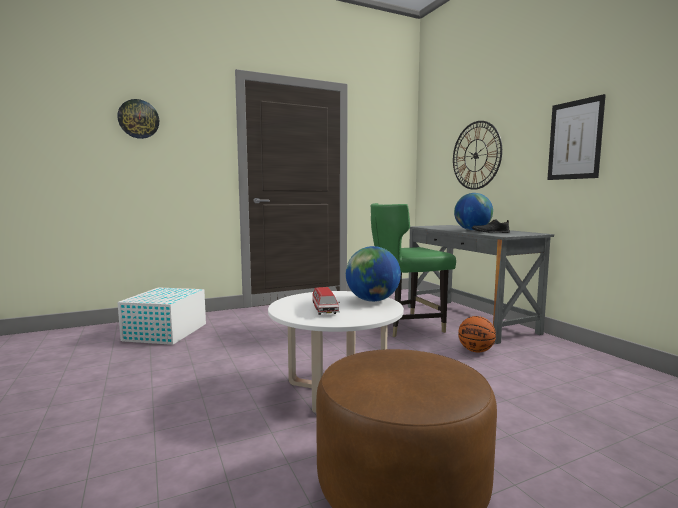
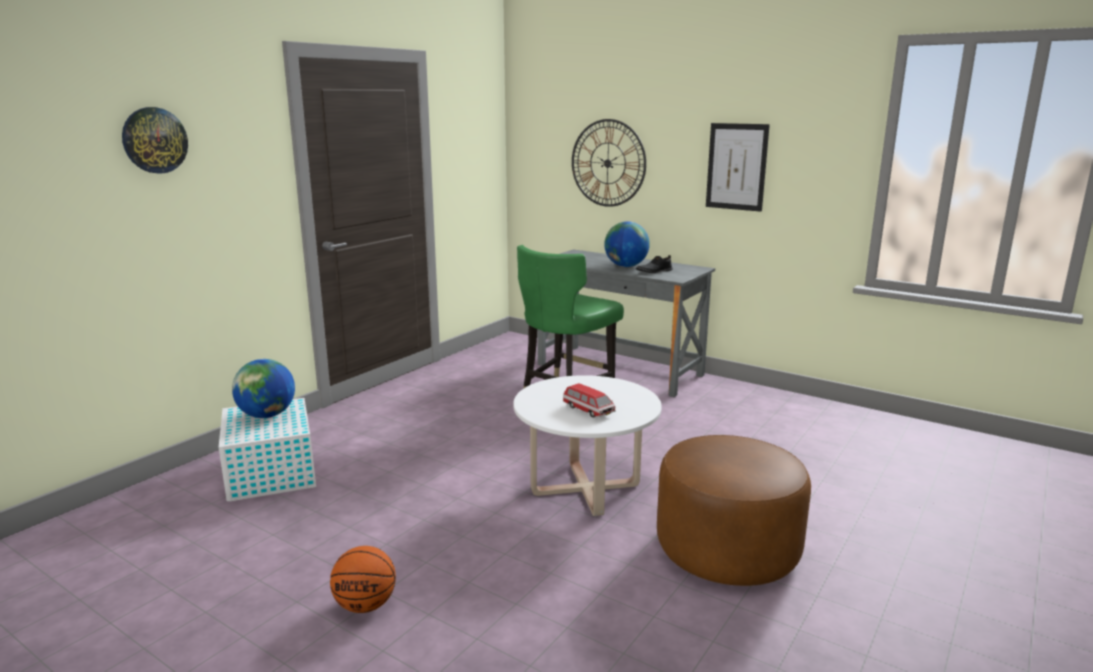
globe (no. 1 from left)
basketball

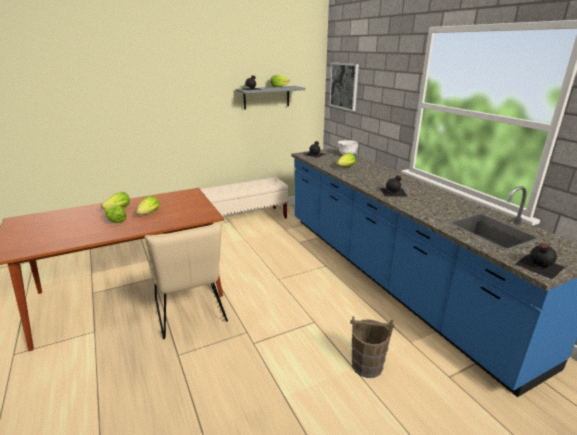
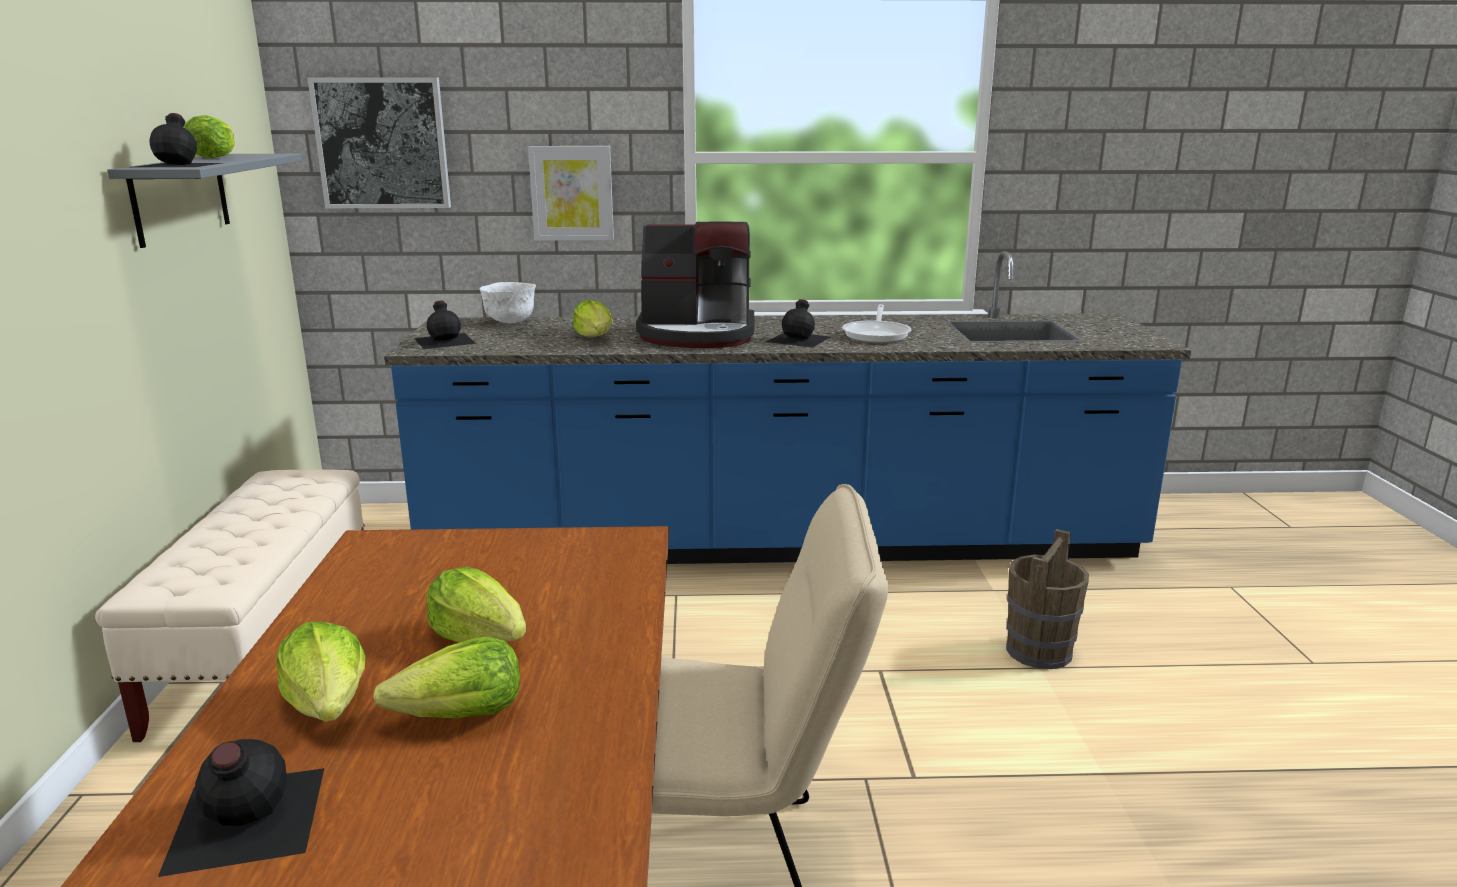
black_bottle (no. 2 from left)
picture (no. 2 from left)
coffee_machine
frying_pan

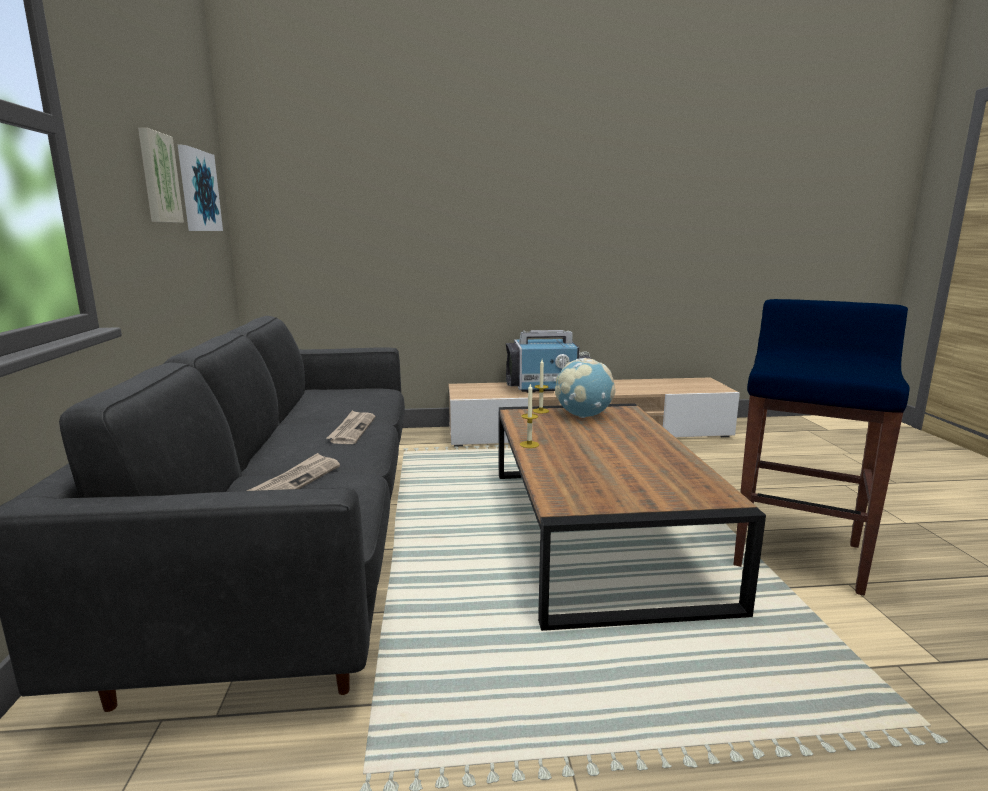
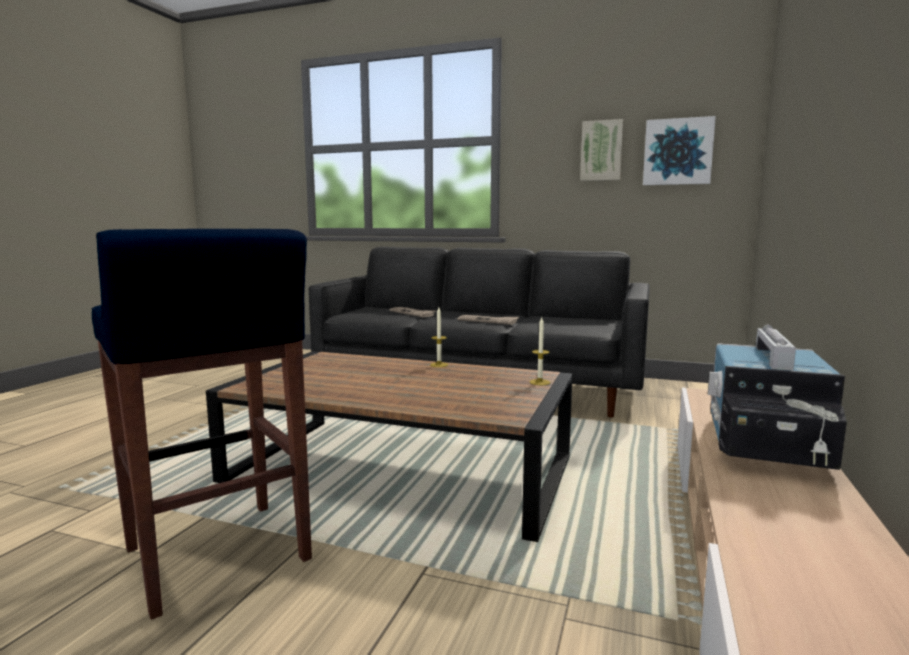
globe

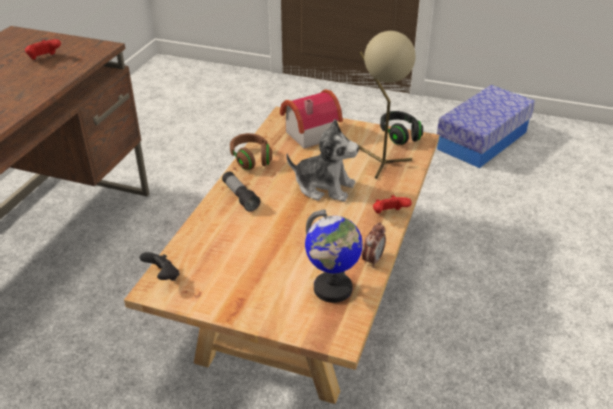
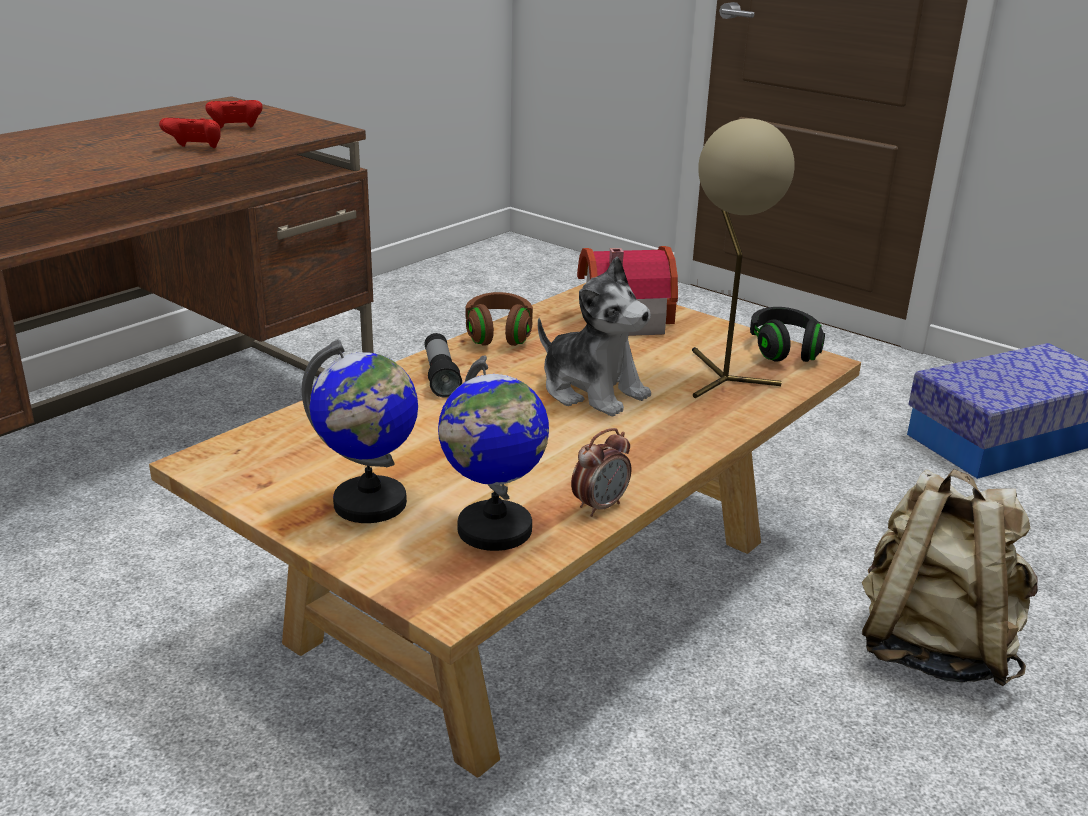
red_game_controller (no. 1 from left)
globe (no. 1 from left)
beige_backpack
black_game_controller

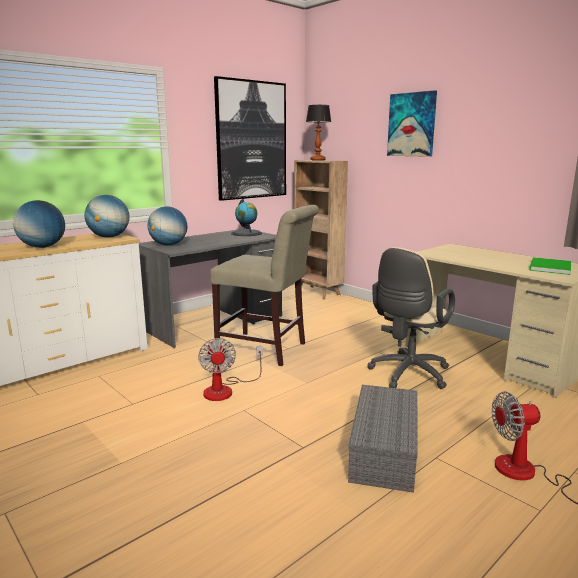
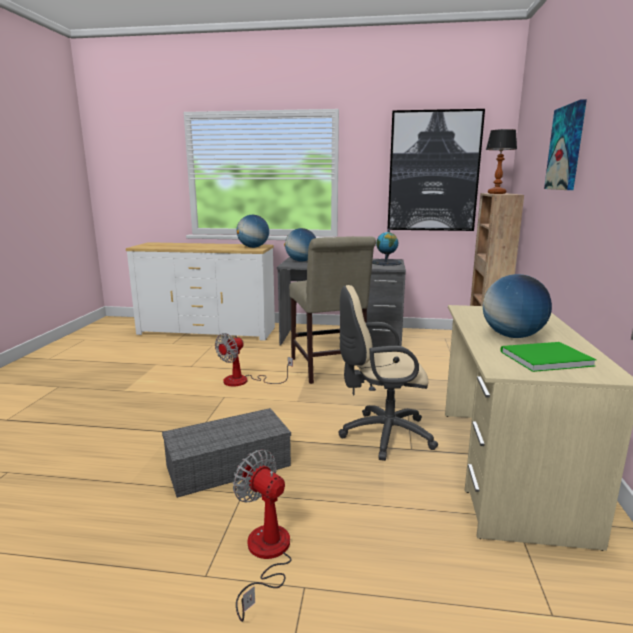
globe (no. 4 from left)

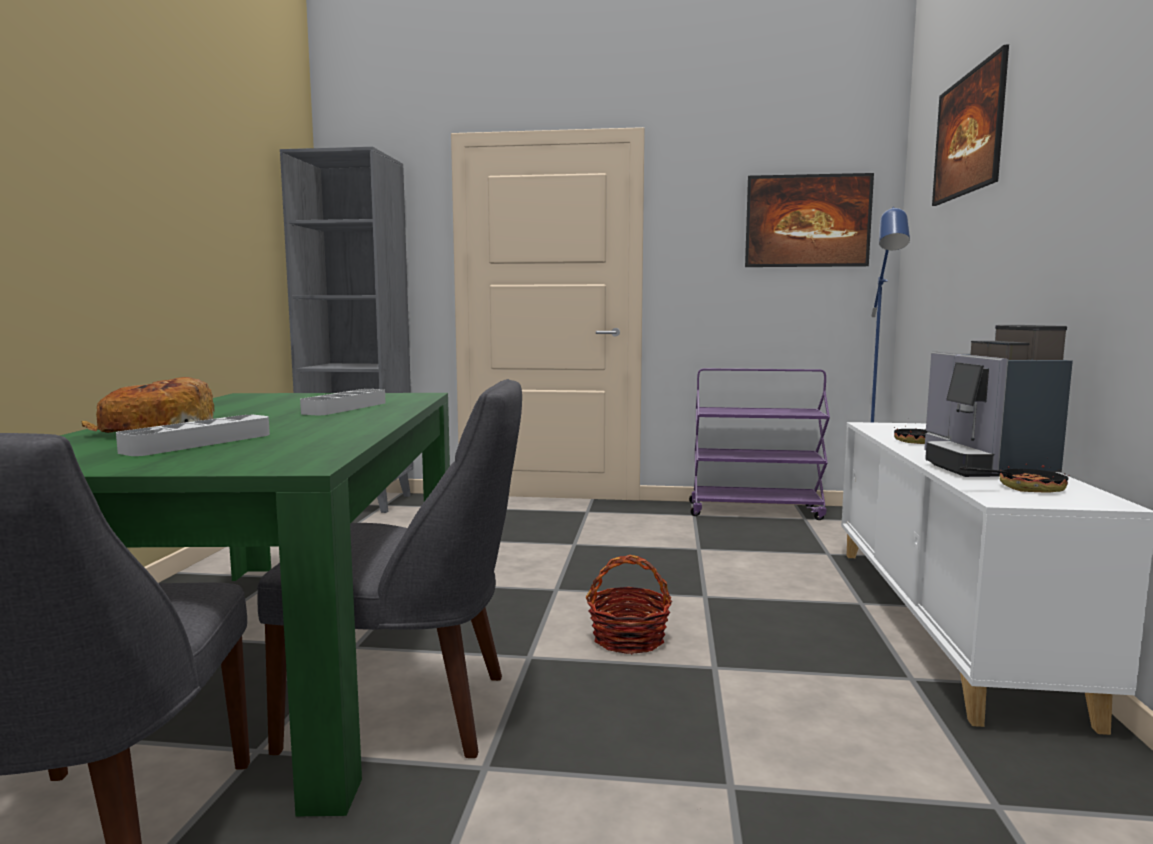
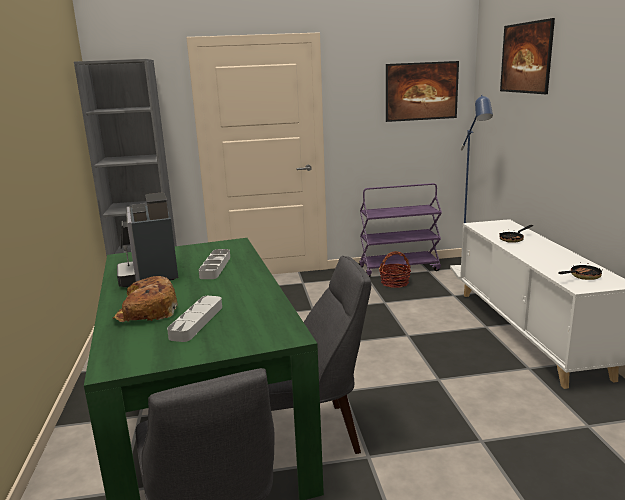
coffee_machine
basket

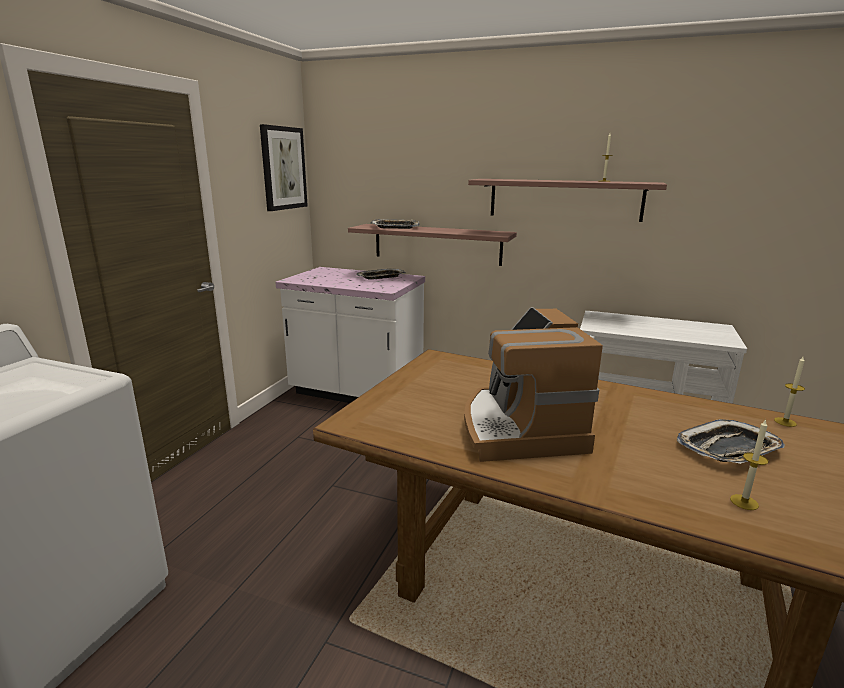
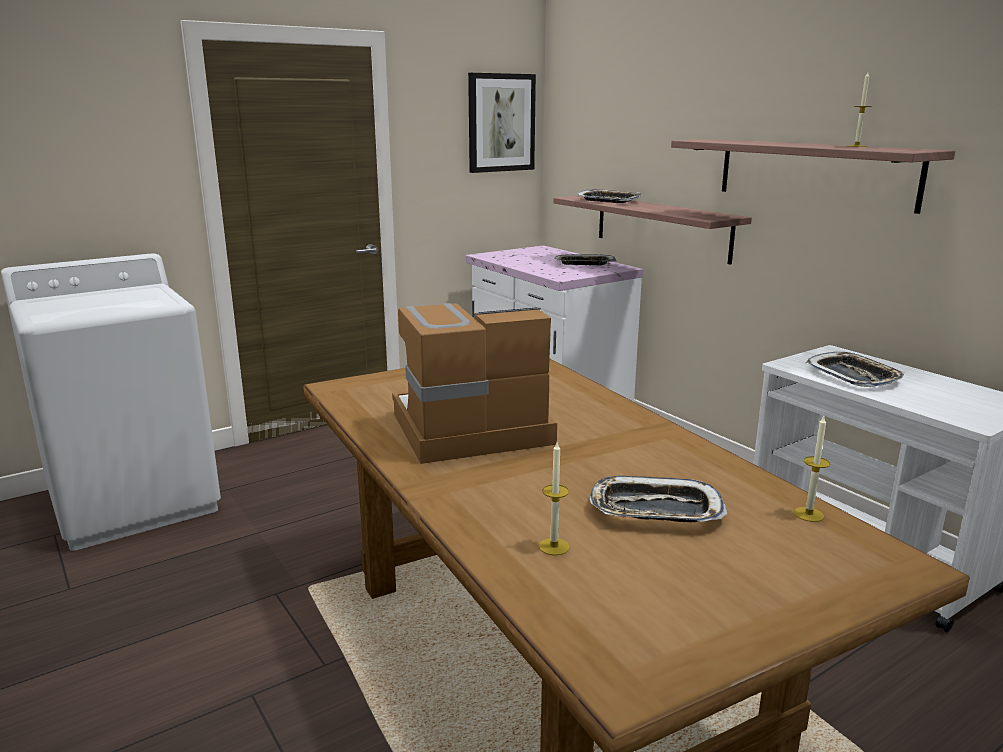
coffee_machine
tray (no. 4 from left)

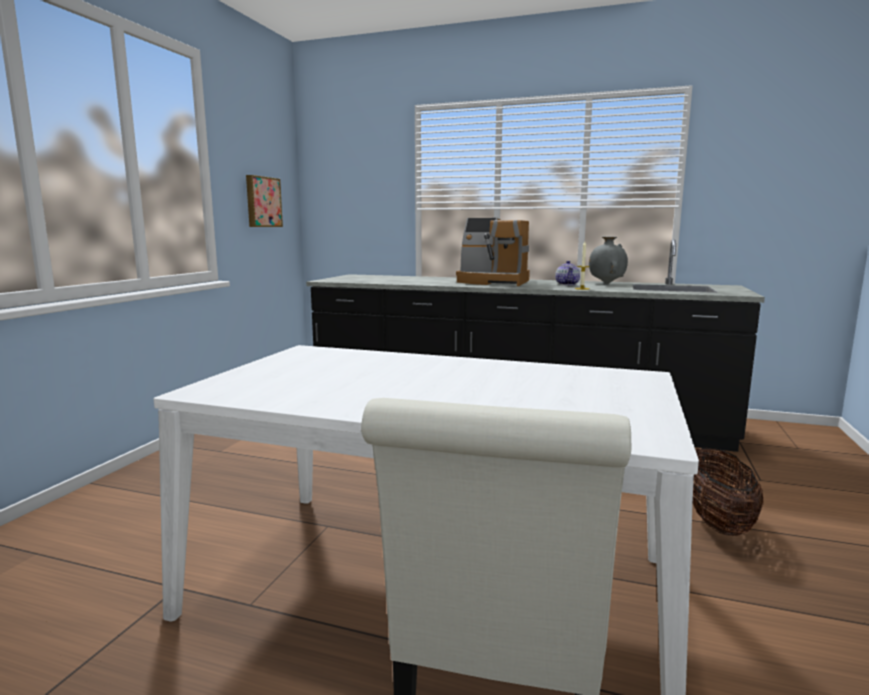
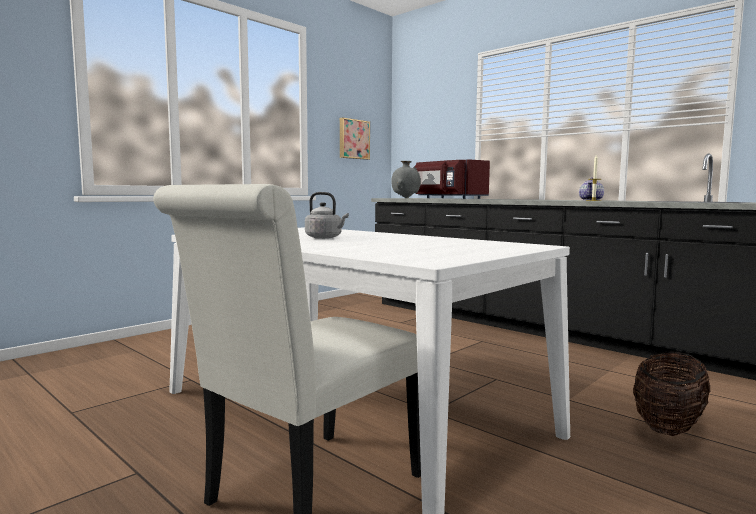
grey_kettle
grey_vase
red_microwave
coffee_machine

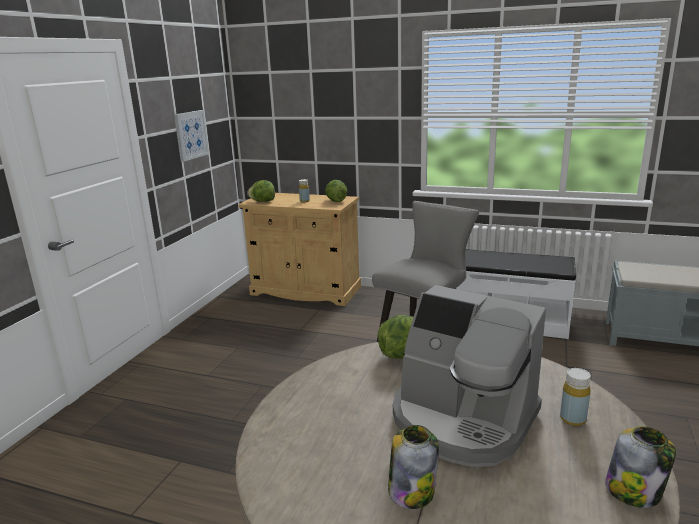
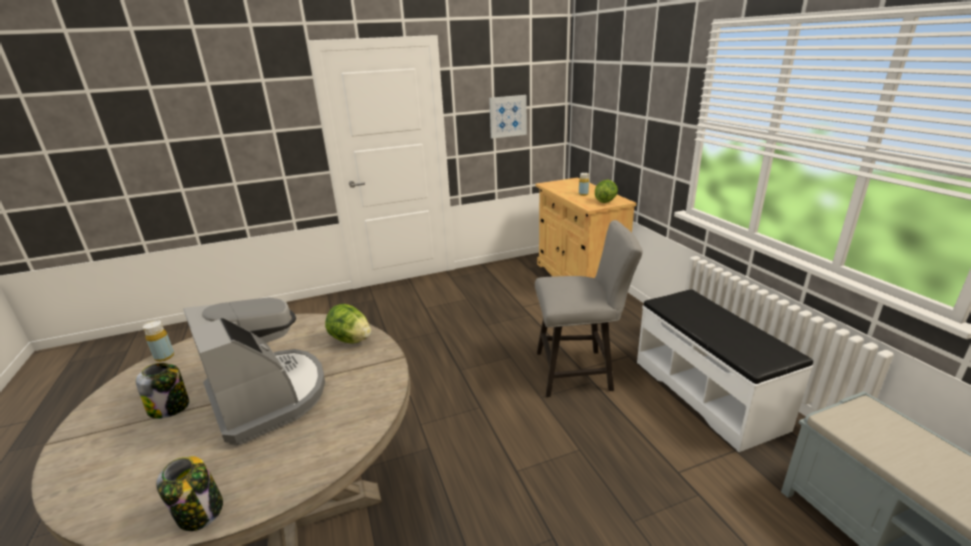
yellow_bottle (no. 1 from left)
coffee_machine
lettuce (no. 1 from left in the first image)

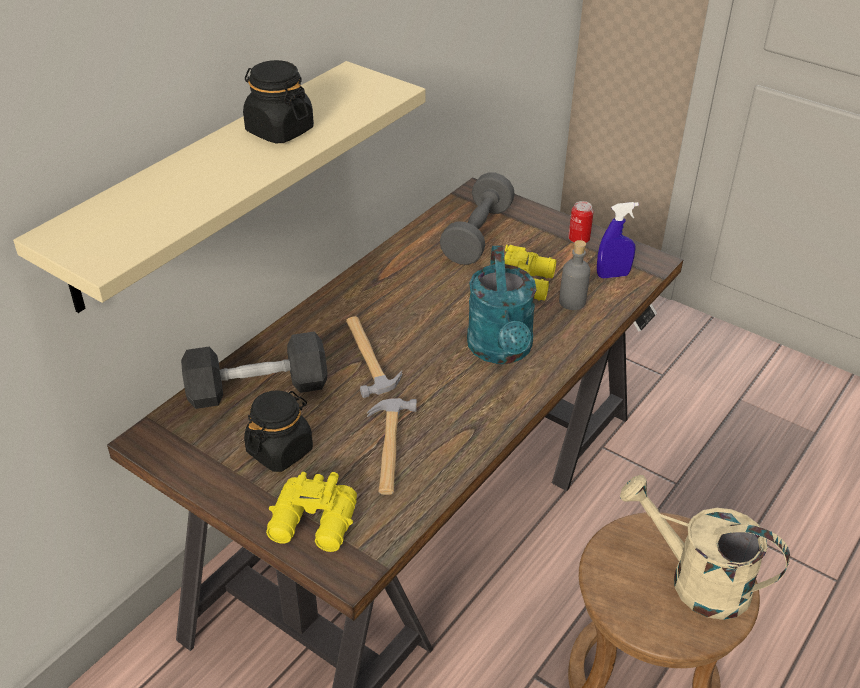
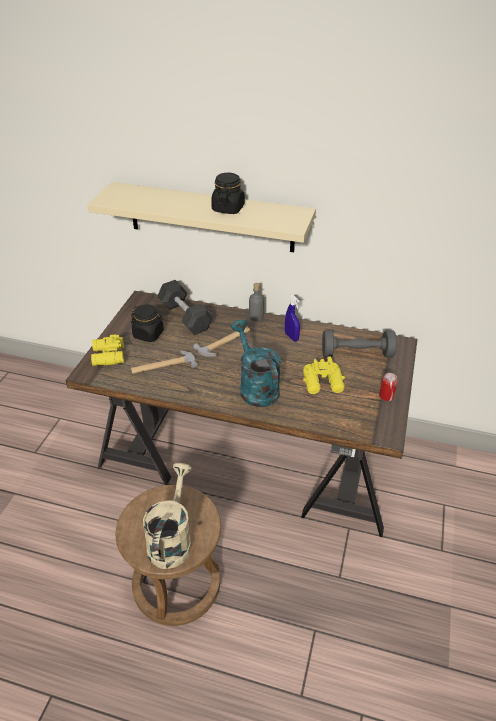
turquoise_watering_can
grey_bottle
blue_spray_bottle

